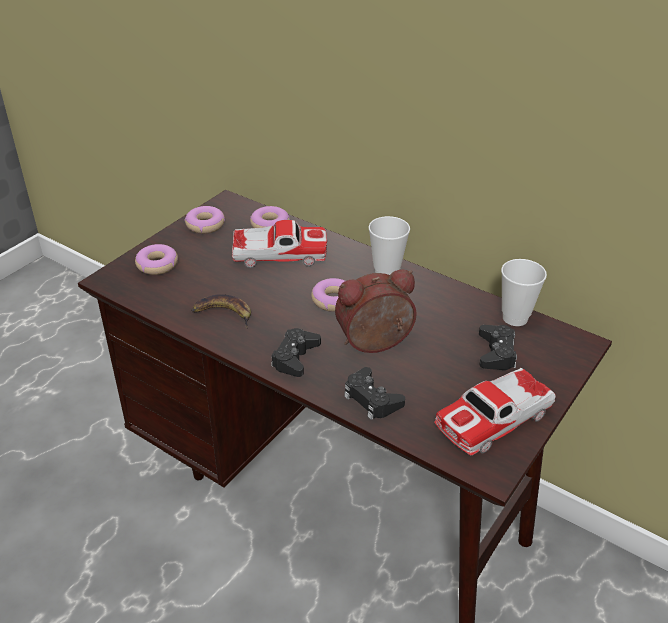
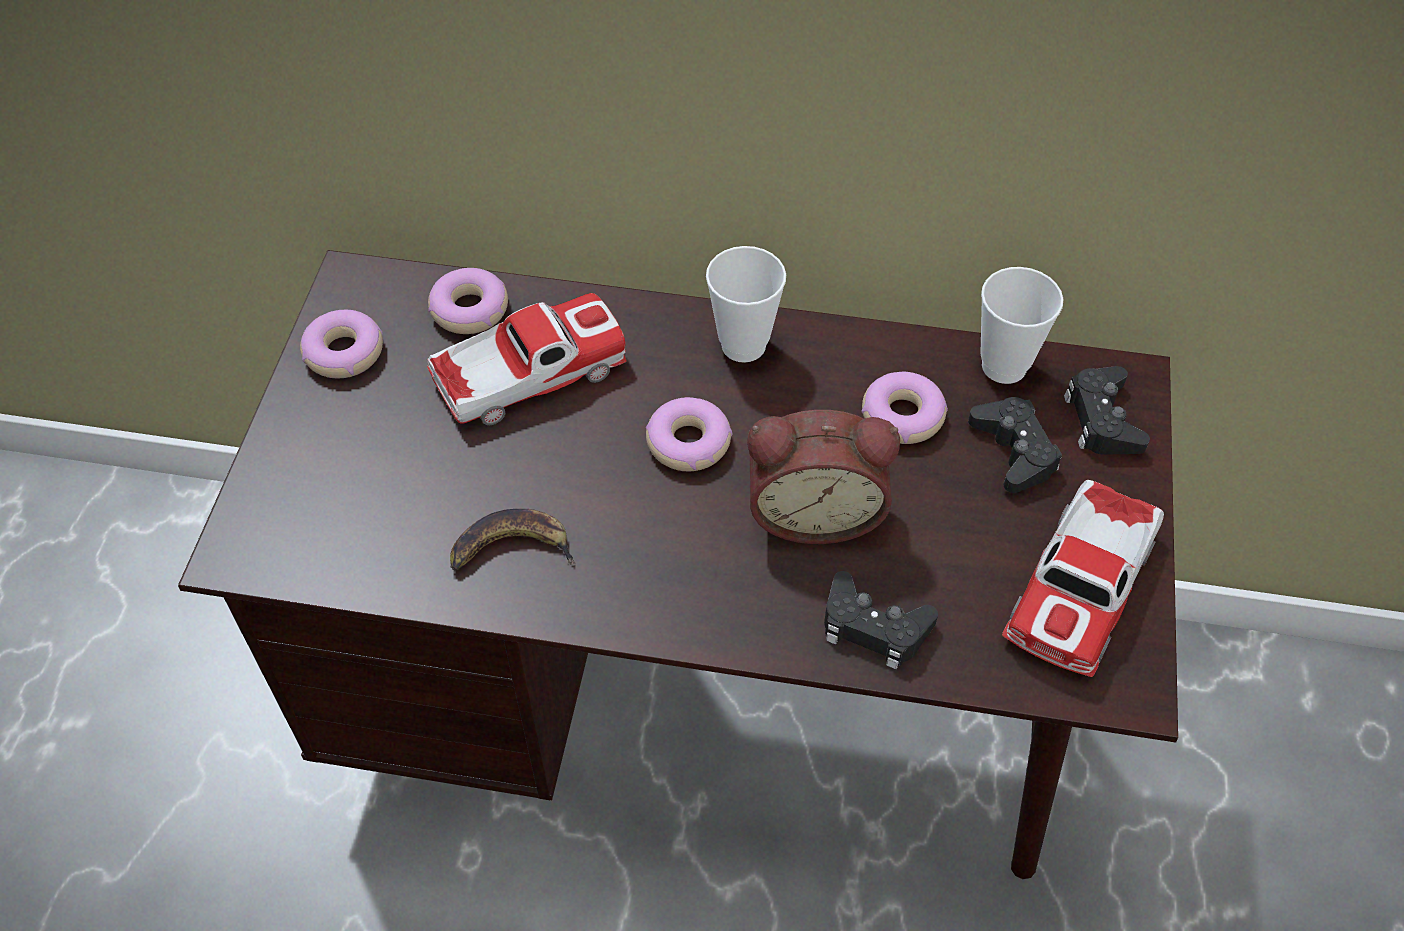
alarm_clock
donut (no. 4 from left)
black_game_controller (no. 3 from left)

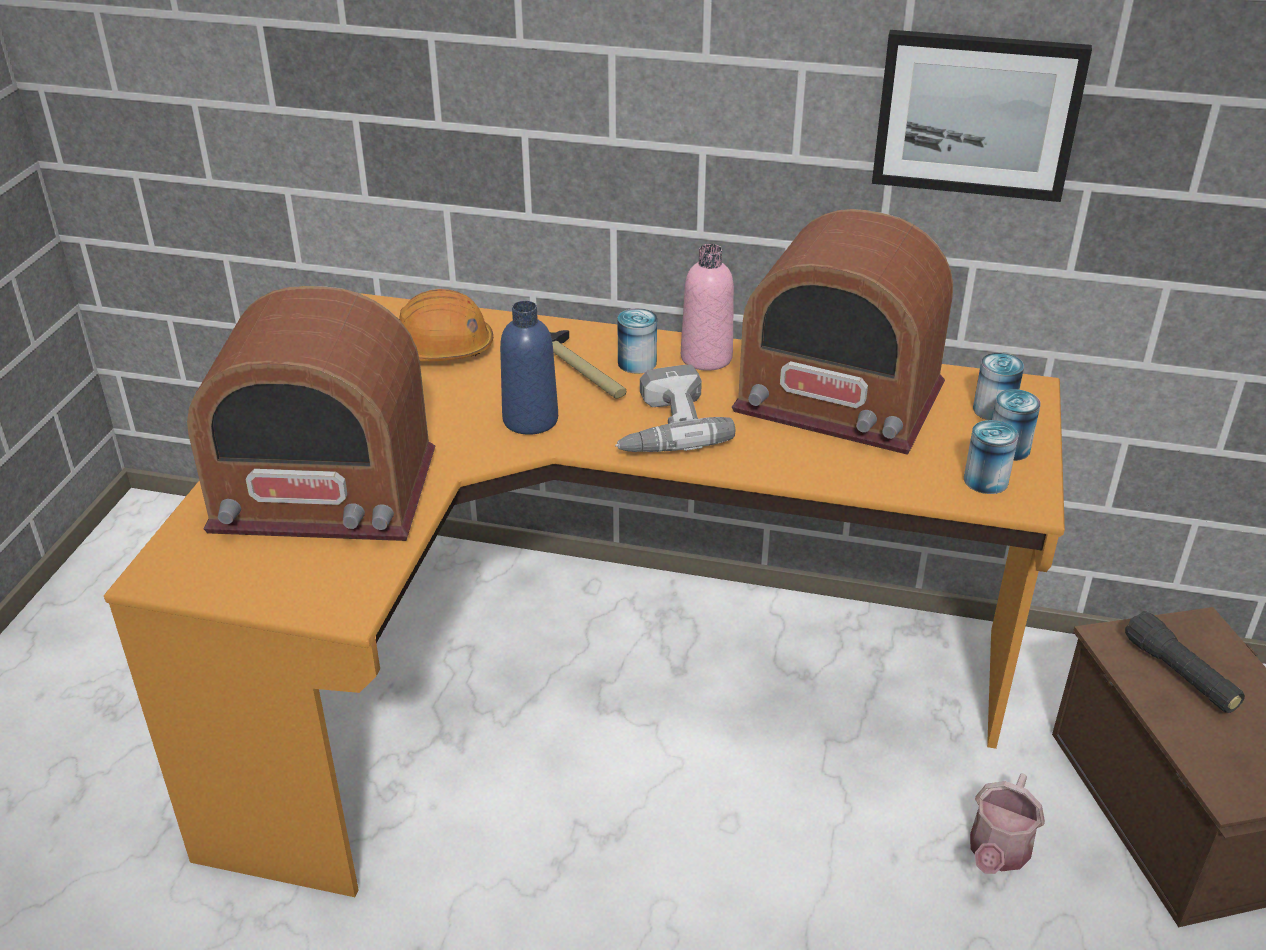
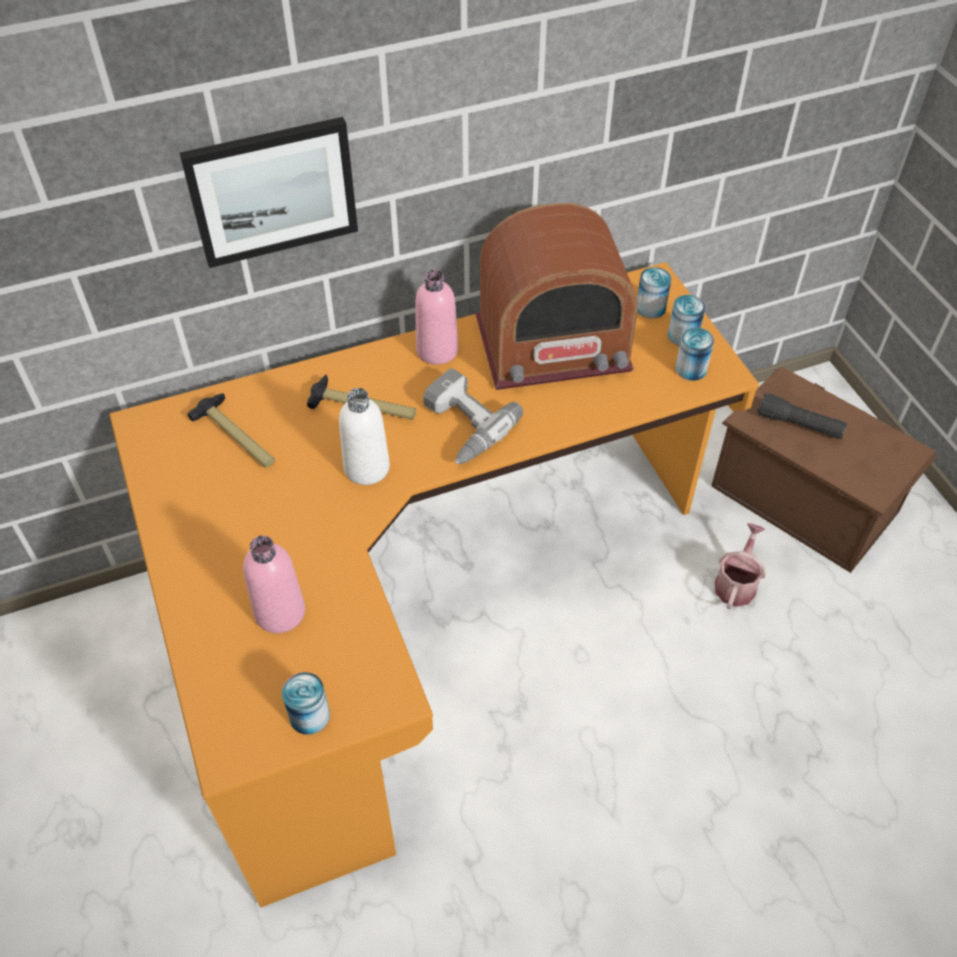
picture
hammer (no. 1 from left)
pink_bottle (no. 1 from left)
can (no. 1 from left)
white_bottle
watering_can

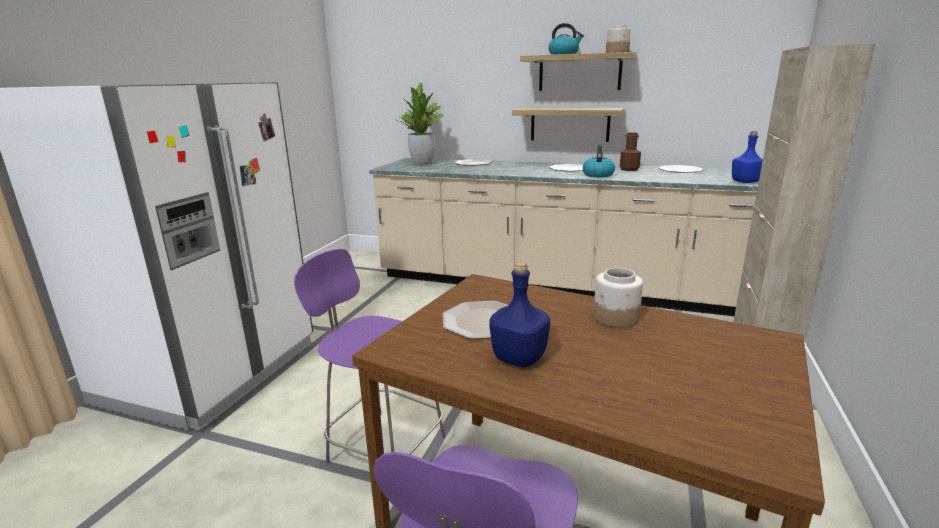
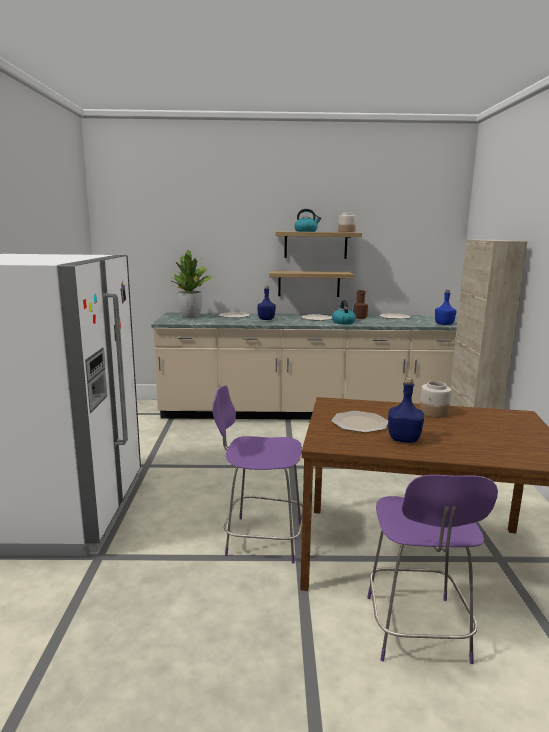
blue_bottle (no. 1 from left)

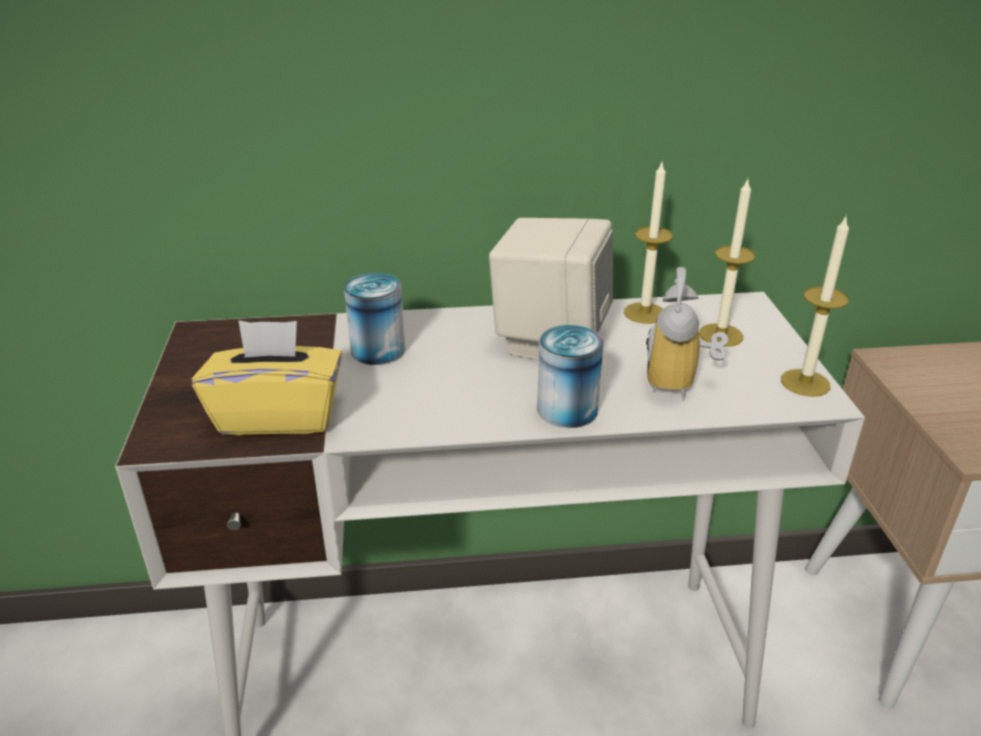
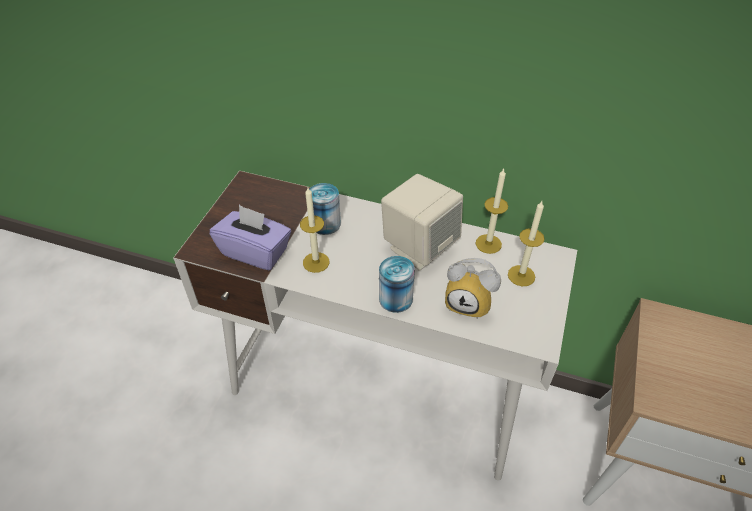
purple_tissue_box
candle (no. 1 from left)
alarm_clock

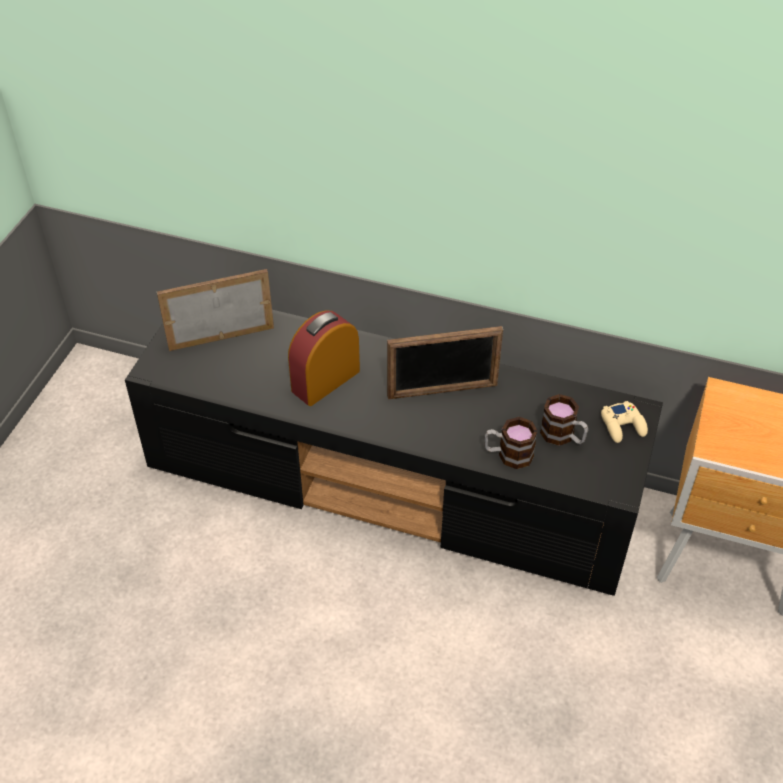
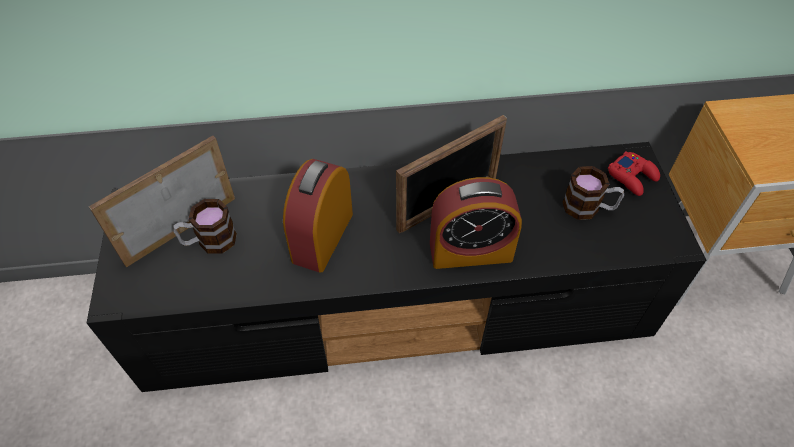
mug (no. 1 from left)
alarm_clock (no. 2 from left)
red_game_controller

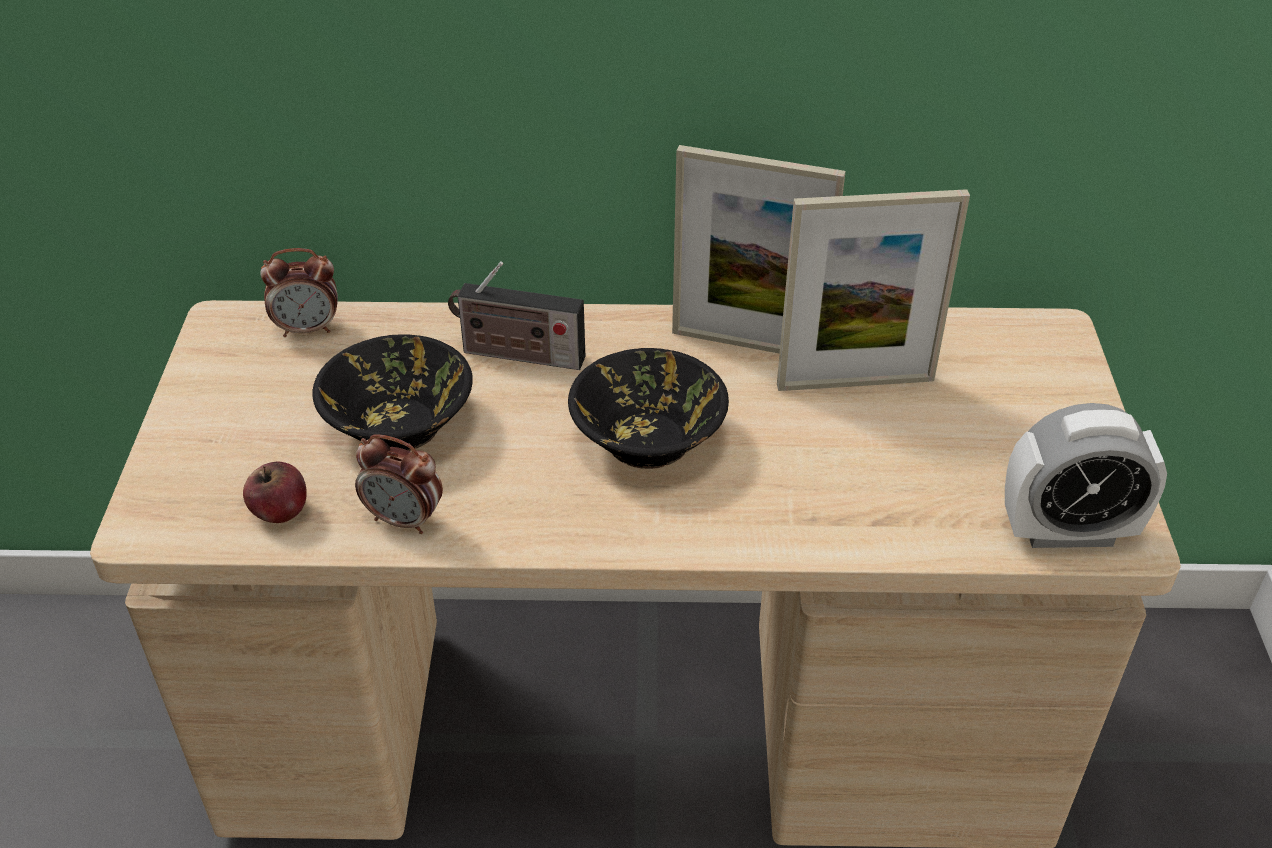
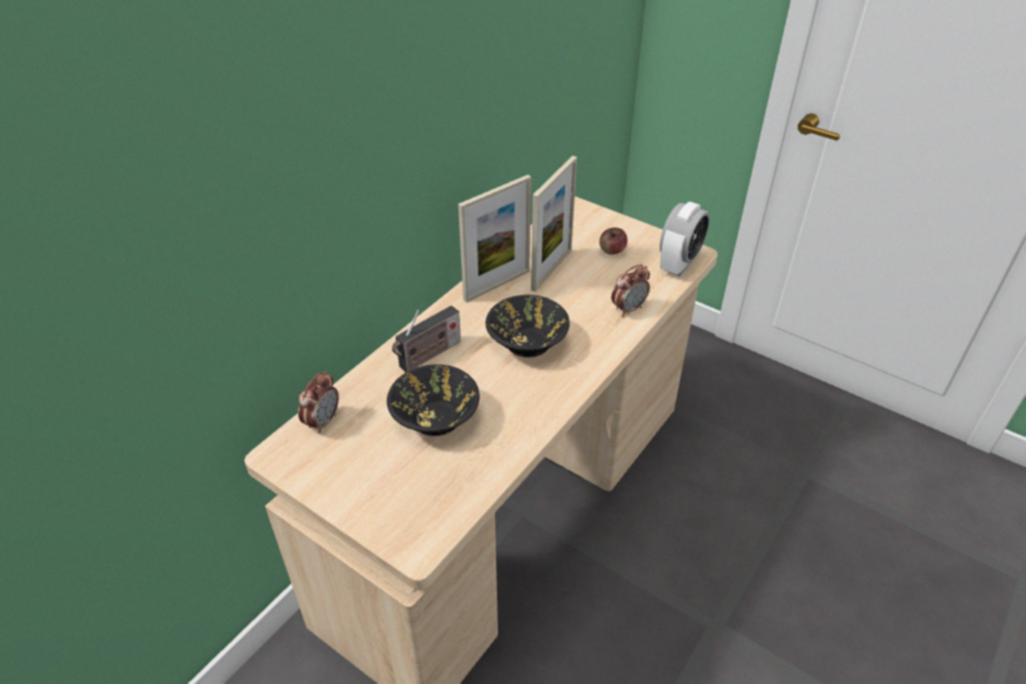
apple
alarm_clock (no. 2 from left)

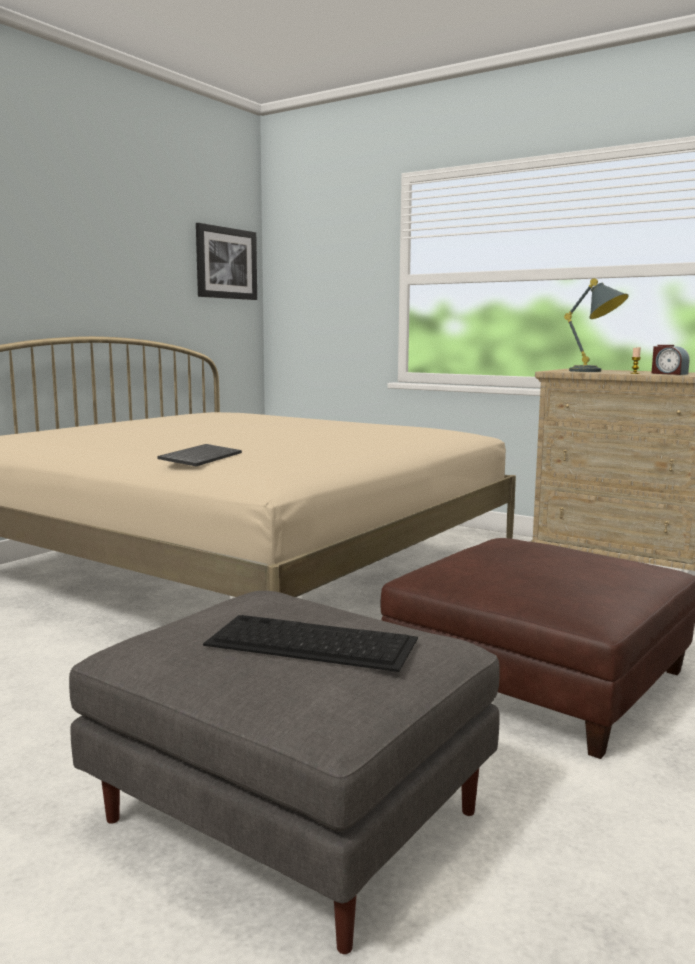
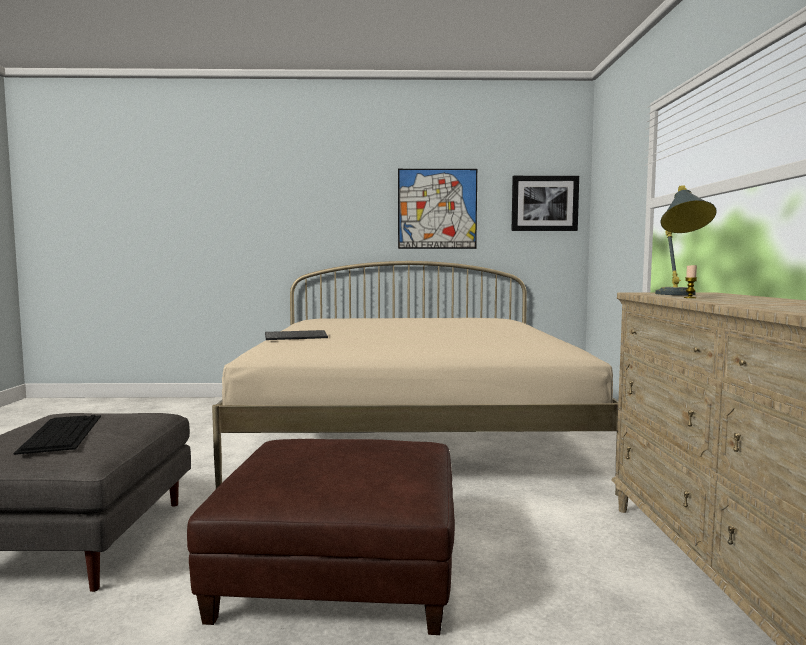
picture (no. 1 from left)
alarm_clock

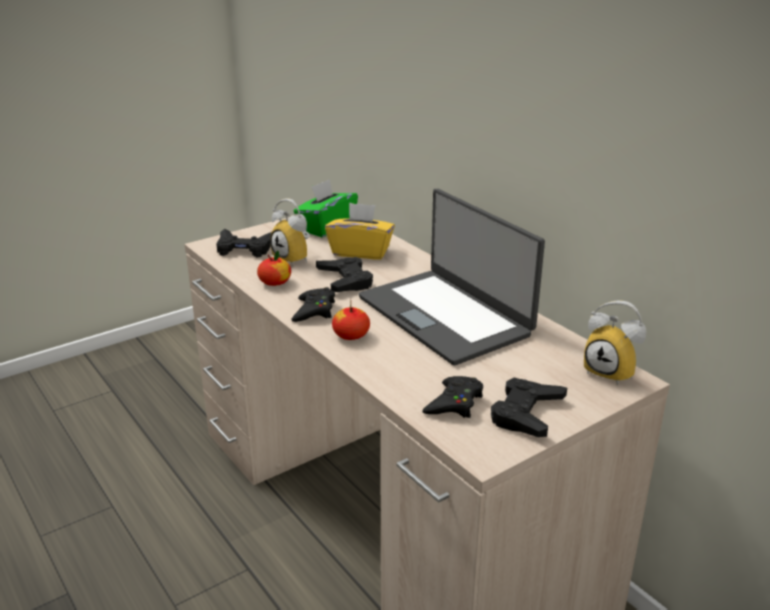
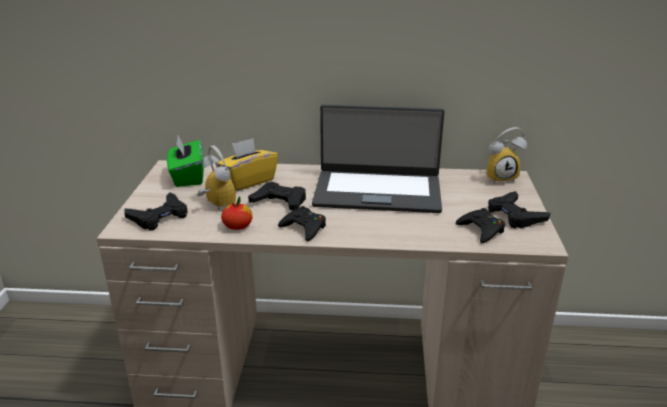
alarm_clock (no. 1 from left)
apple (no. 2 from left in the first image)

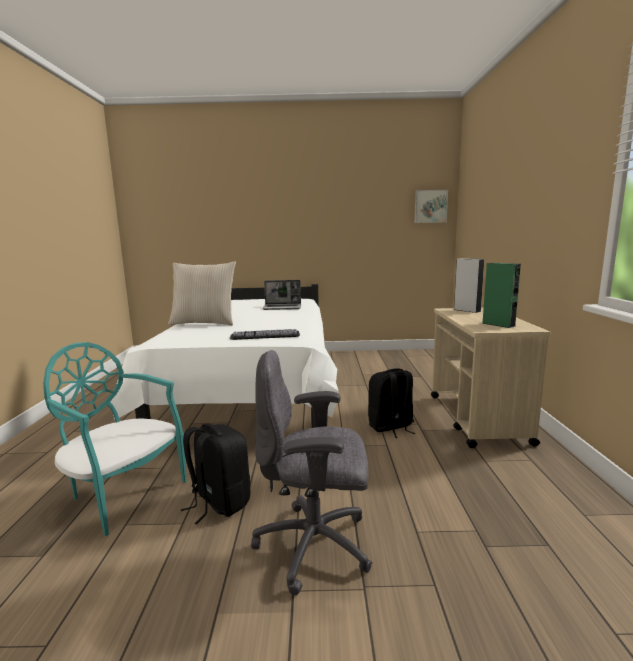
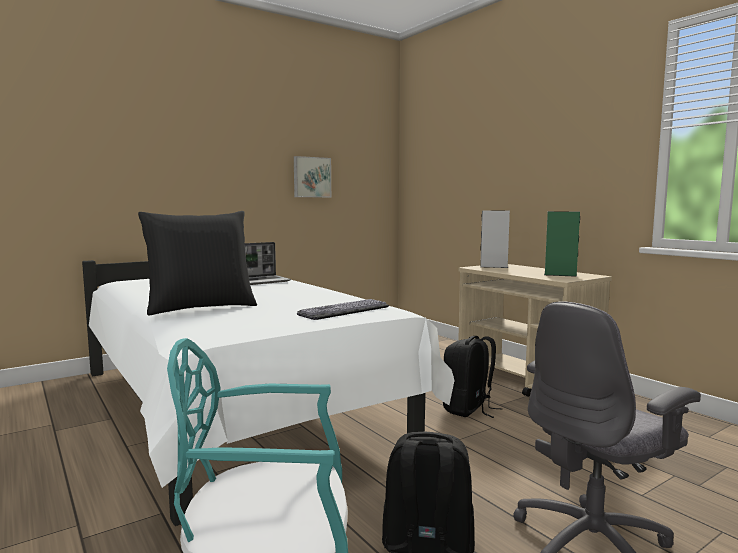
black_pillow
picture

